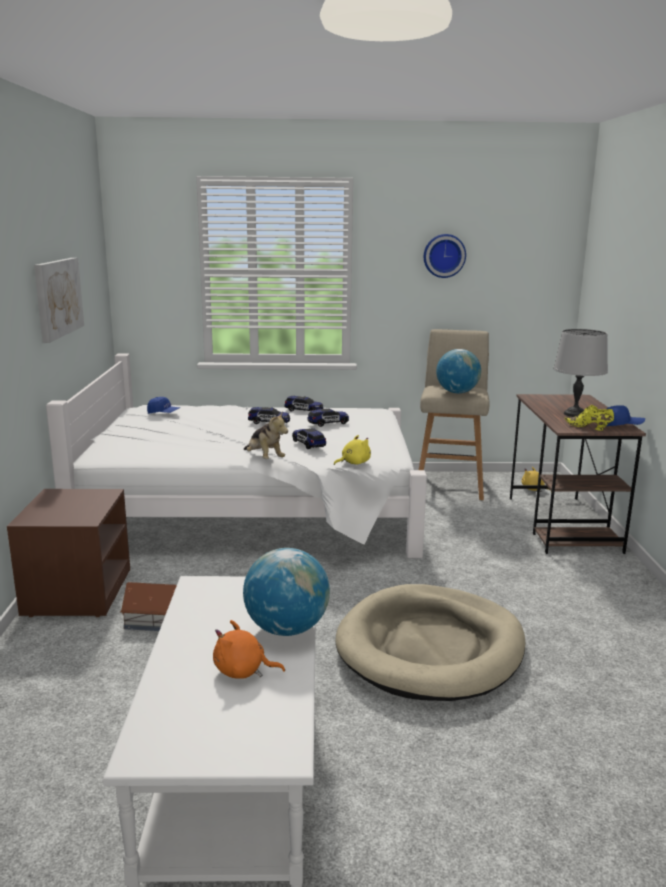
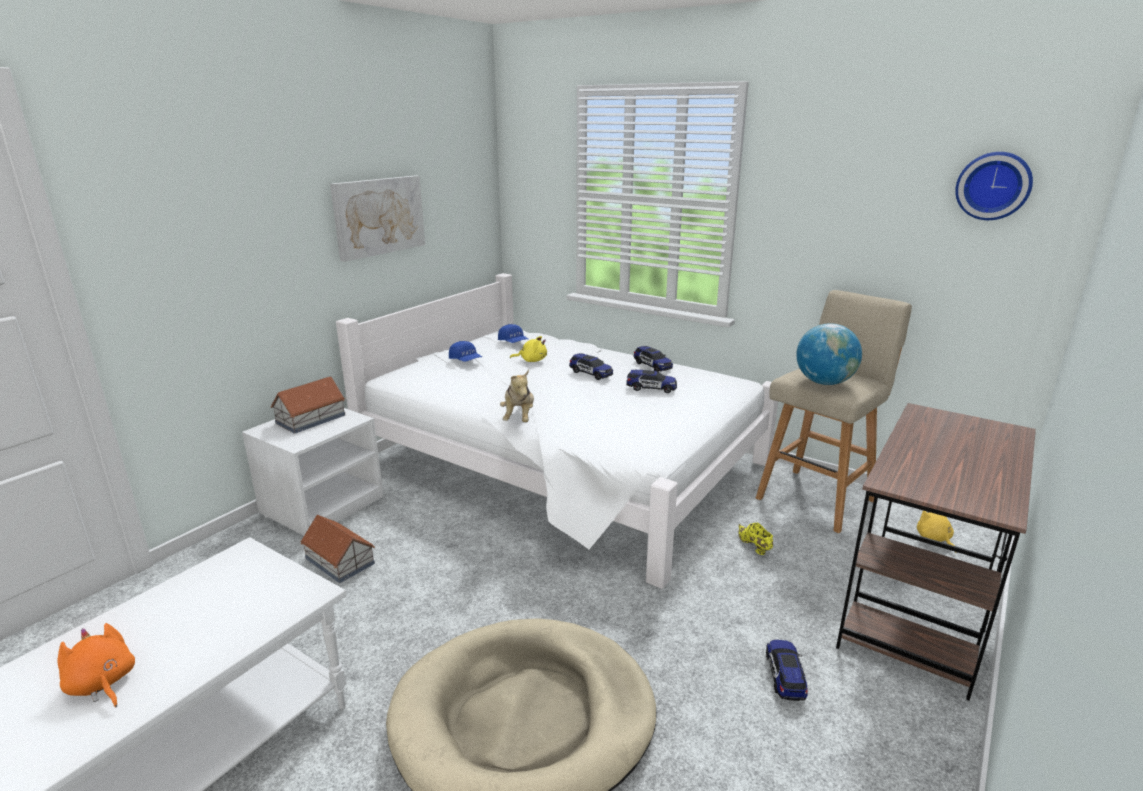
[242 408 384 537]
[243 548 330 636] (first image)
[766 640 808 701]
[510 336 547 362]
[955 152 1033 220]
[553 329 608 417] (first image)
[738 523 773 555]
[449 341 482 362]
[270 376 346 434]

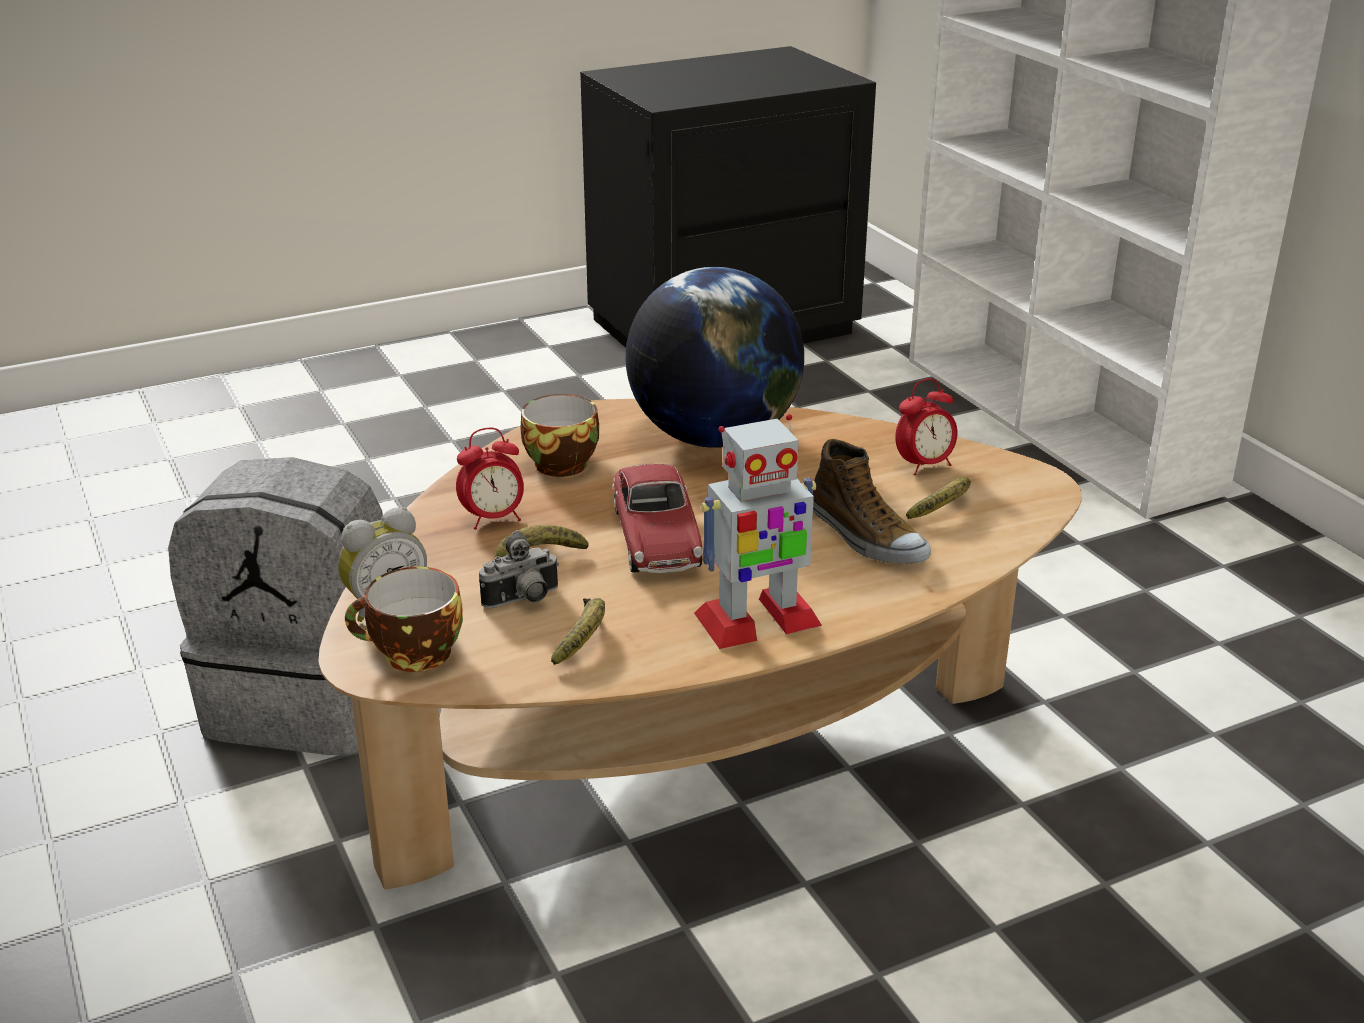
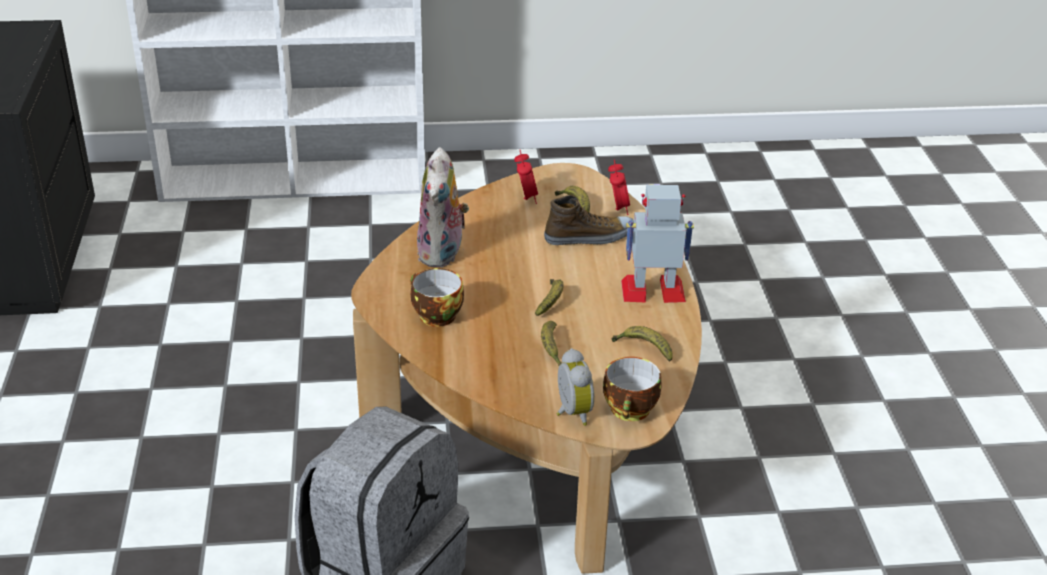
[608 159 630 215]
[479 531 559 608] (first image)
[535 279 563 316]
[417 147 469 268]
[621 185 694 303]

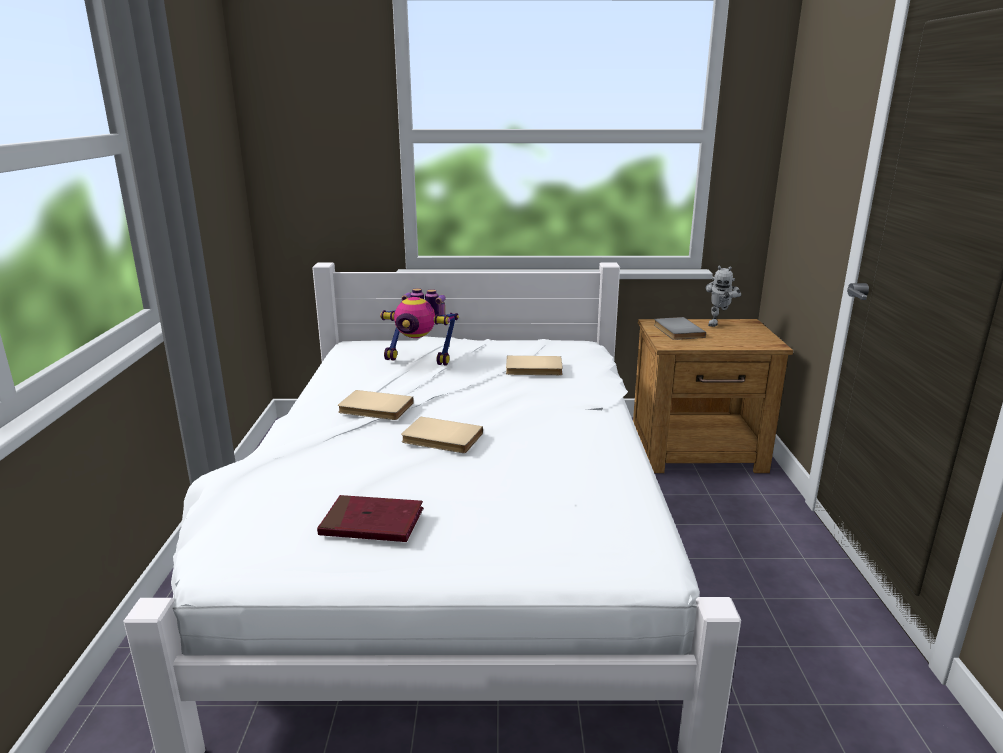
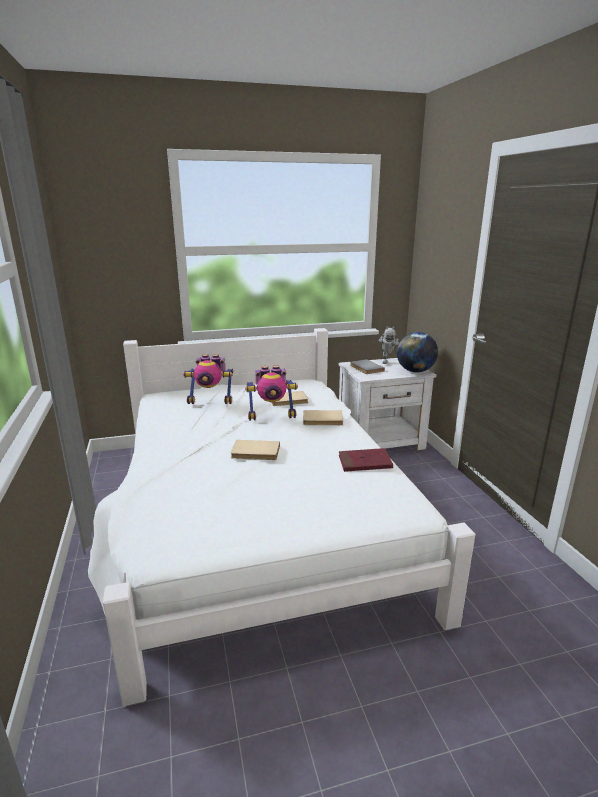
[339 448 393 472]
[303 410 343 425]
[339 358 437 450]
[245 365 298 421]
[397 332 438 373]

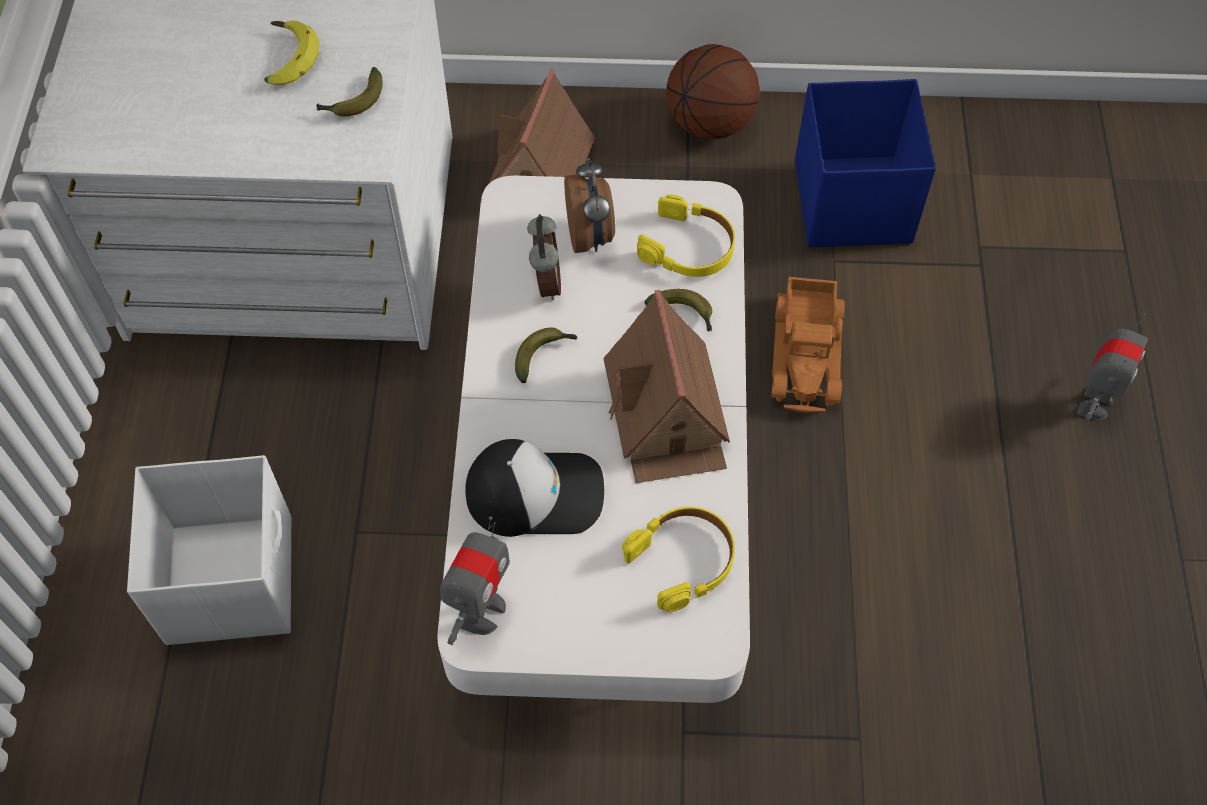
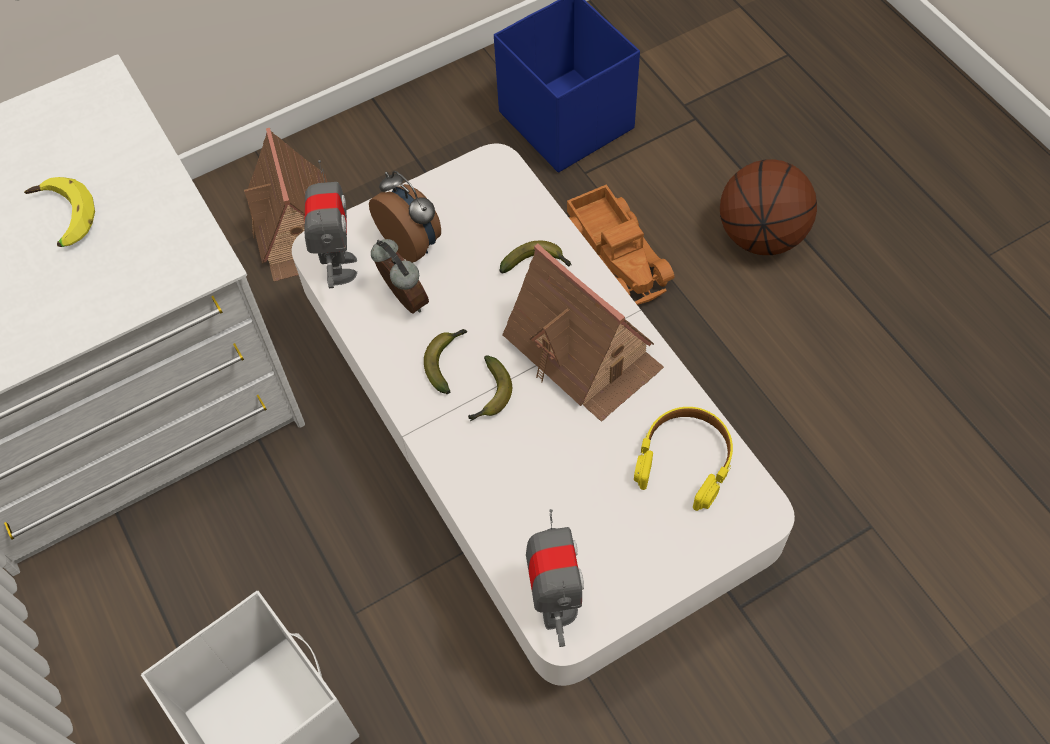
[468 355 512 421]
[465 439 604 537] (first image)
[637 195 735 277] (first image)
[720 159 817 255]
[305 160 357 288]

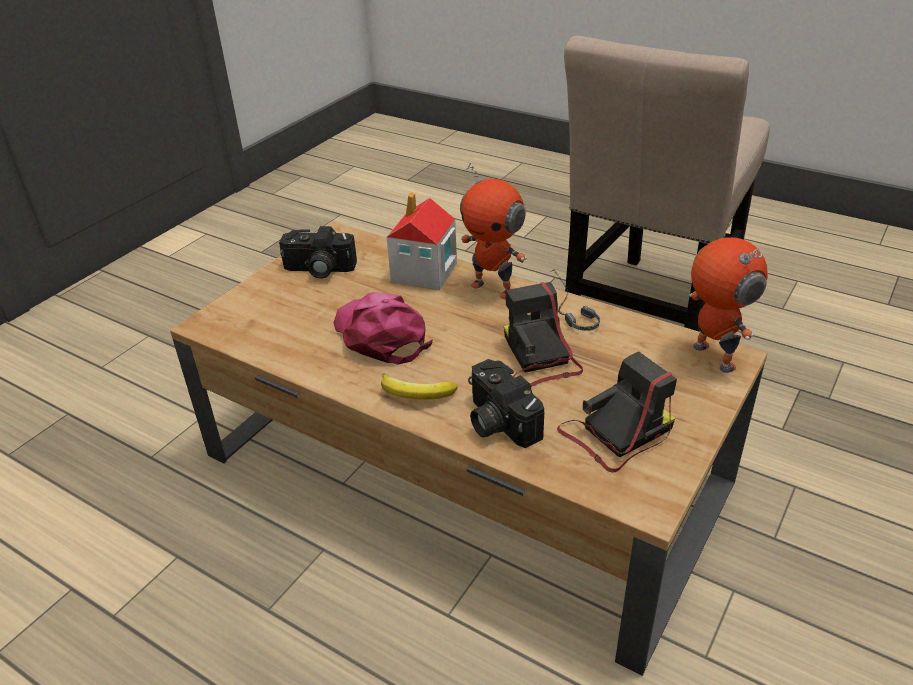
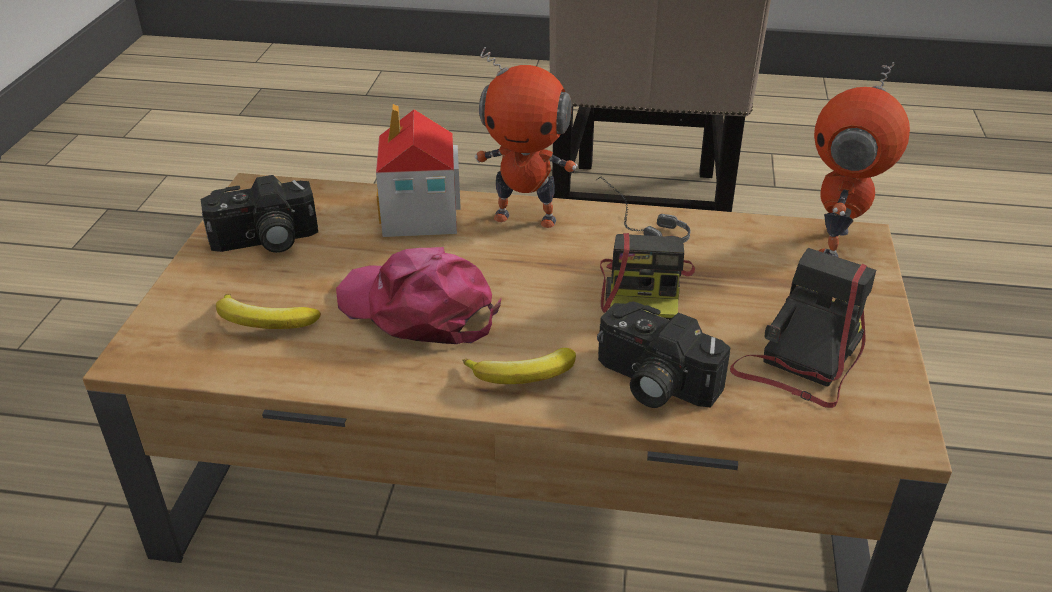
[600 233 695 320]
[814 62 910 258]
[216 293 321 329]

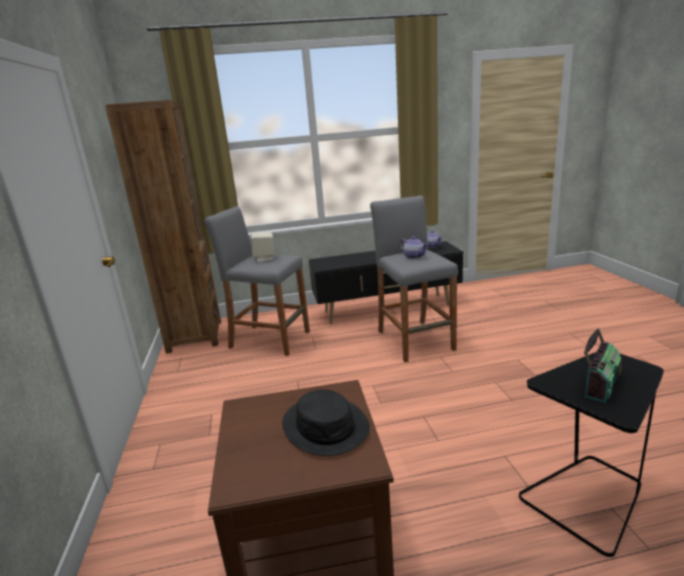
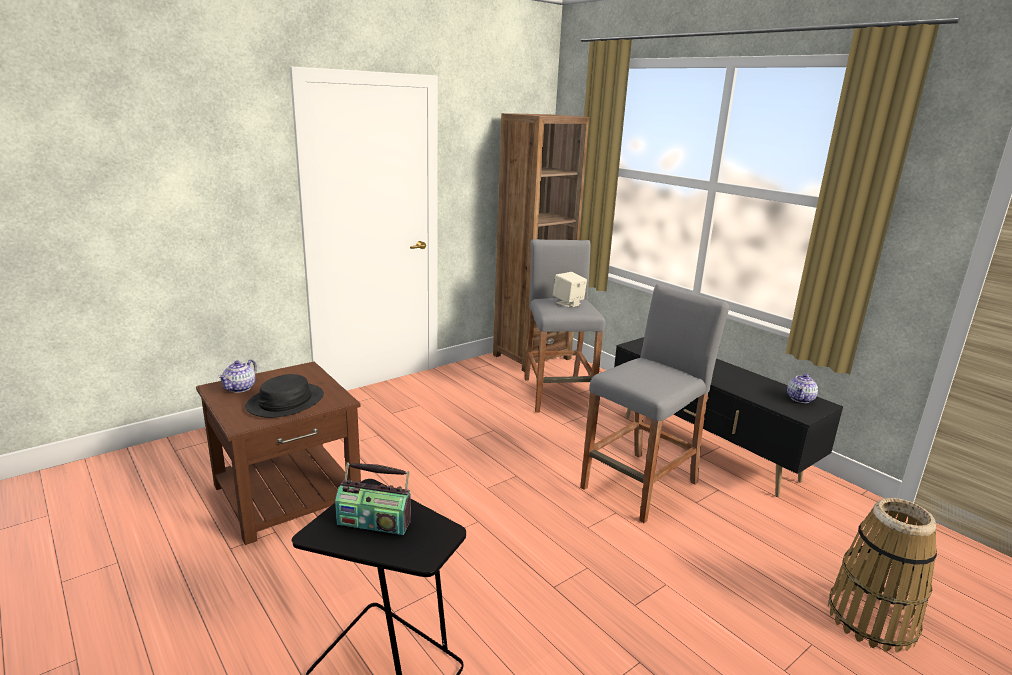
[218 359 257 393]
[828 498 937 653]

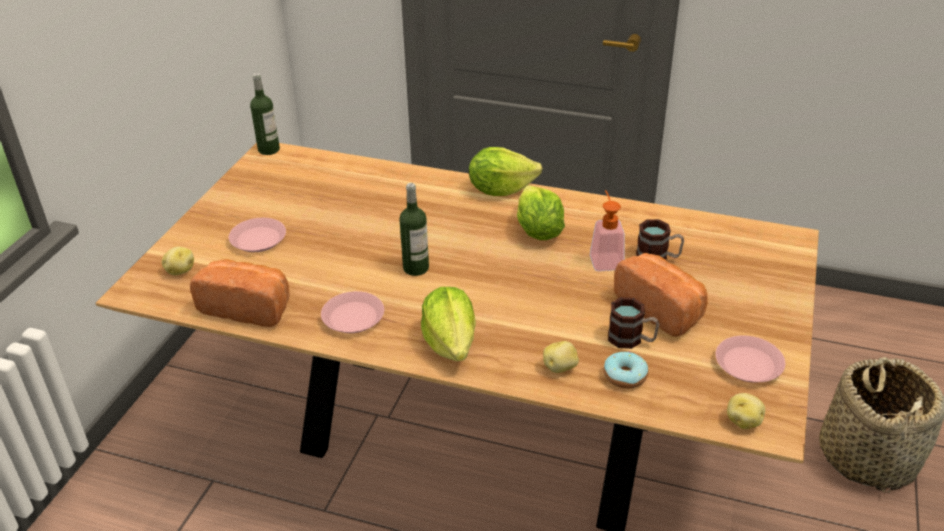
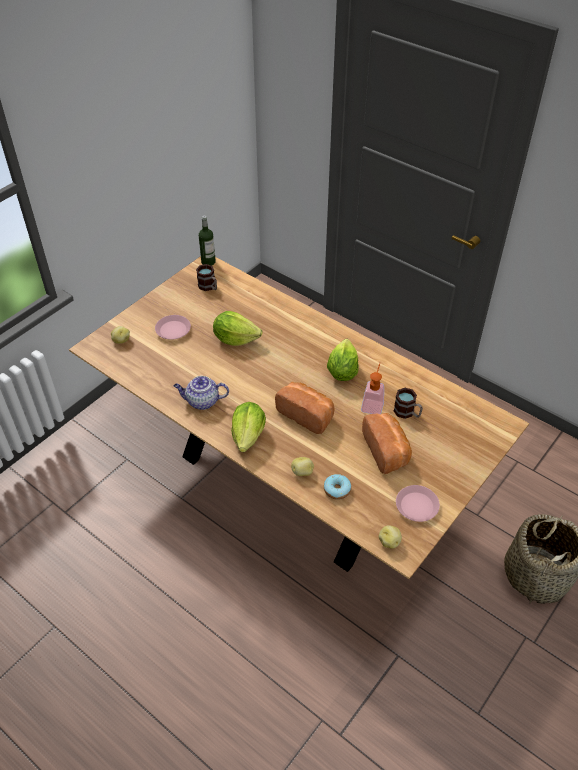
[275 382 334 434]
[174 376 229 410]
[399 183 429 276] (first image)
[213 311 262 346]
[196 264 217 291]

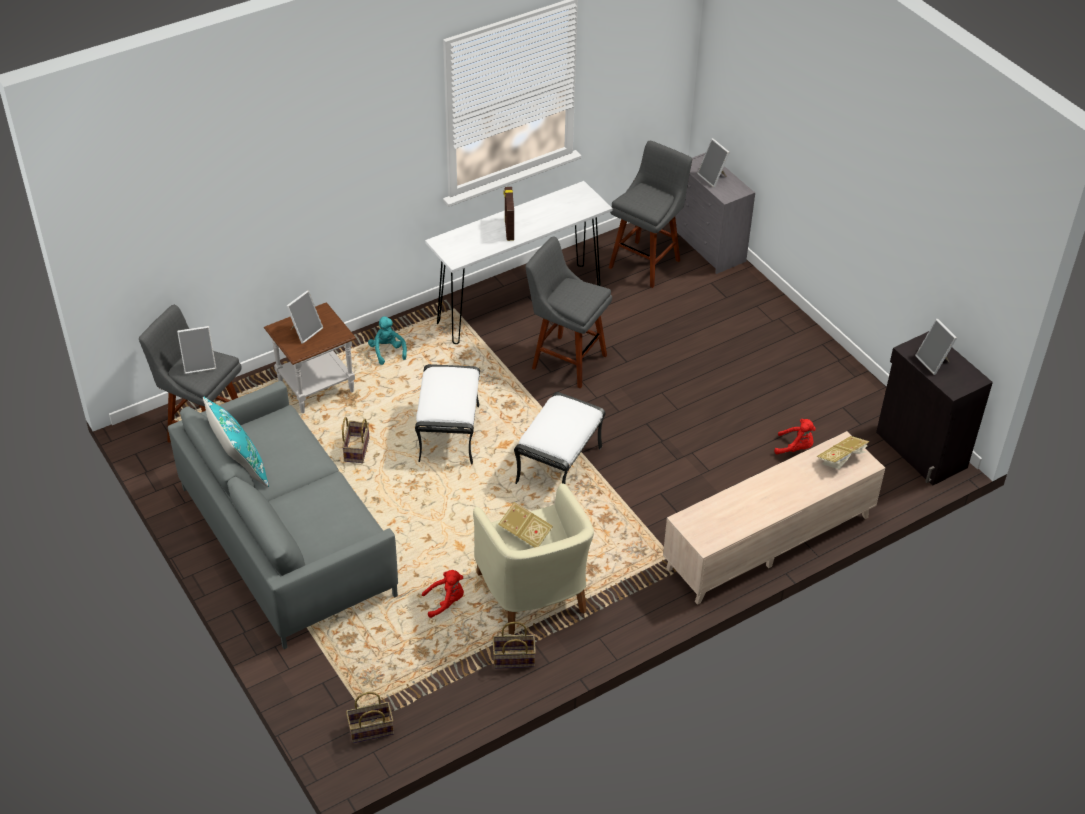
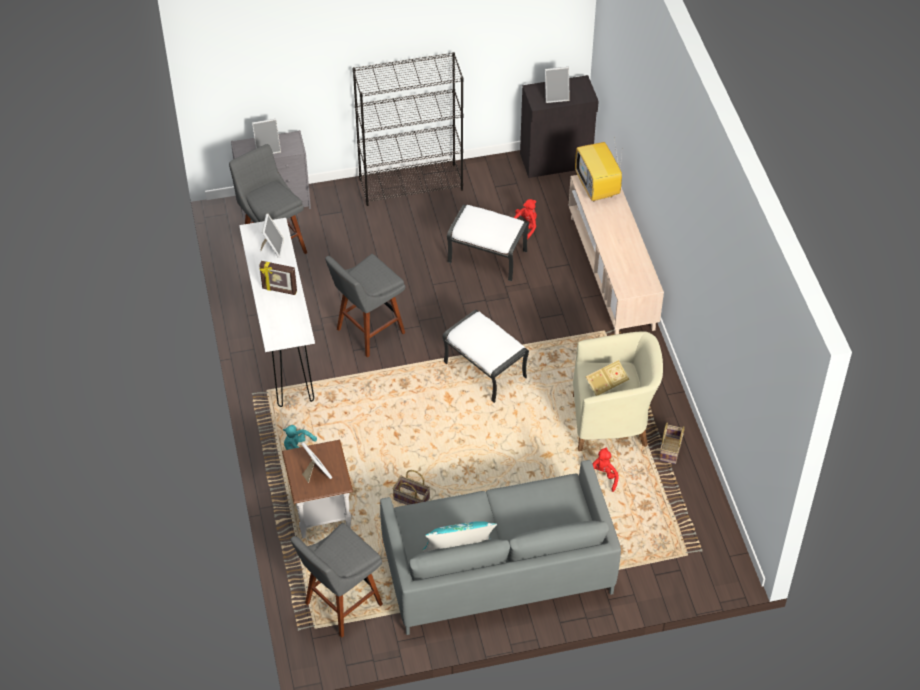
[260 214 284 258]
[346 692 394 743] (first image)
[447 204 529 281]
[575 139 622 201]
[353 52 463 206]

